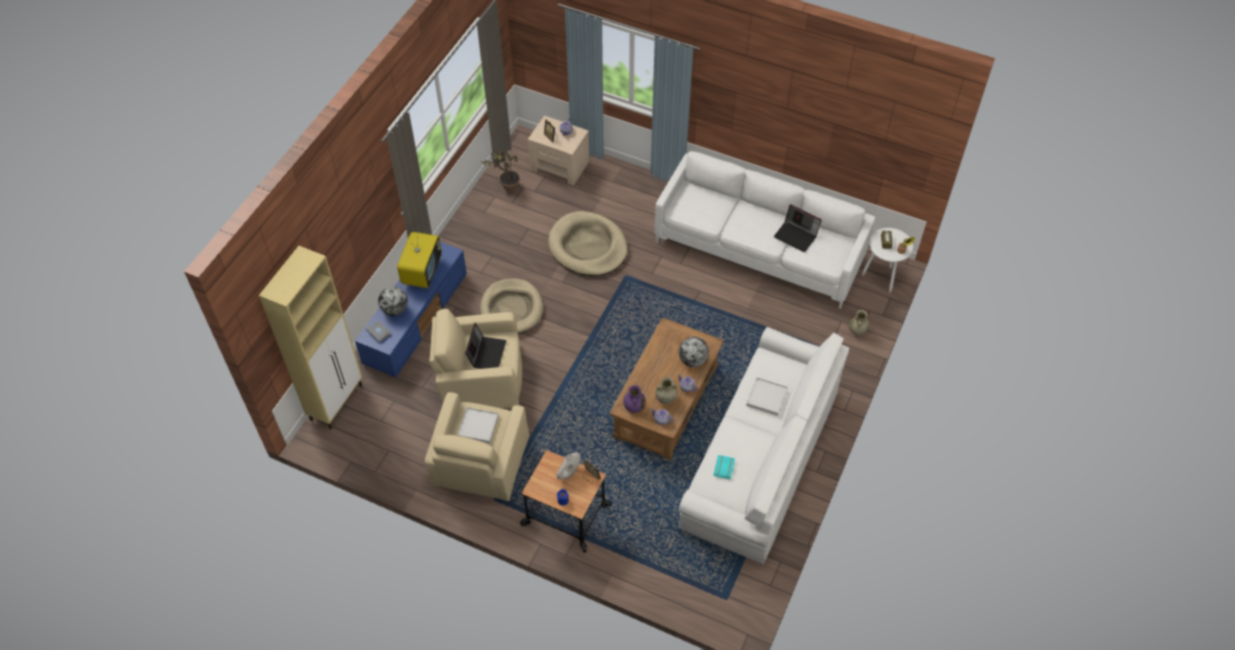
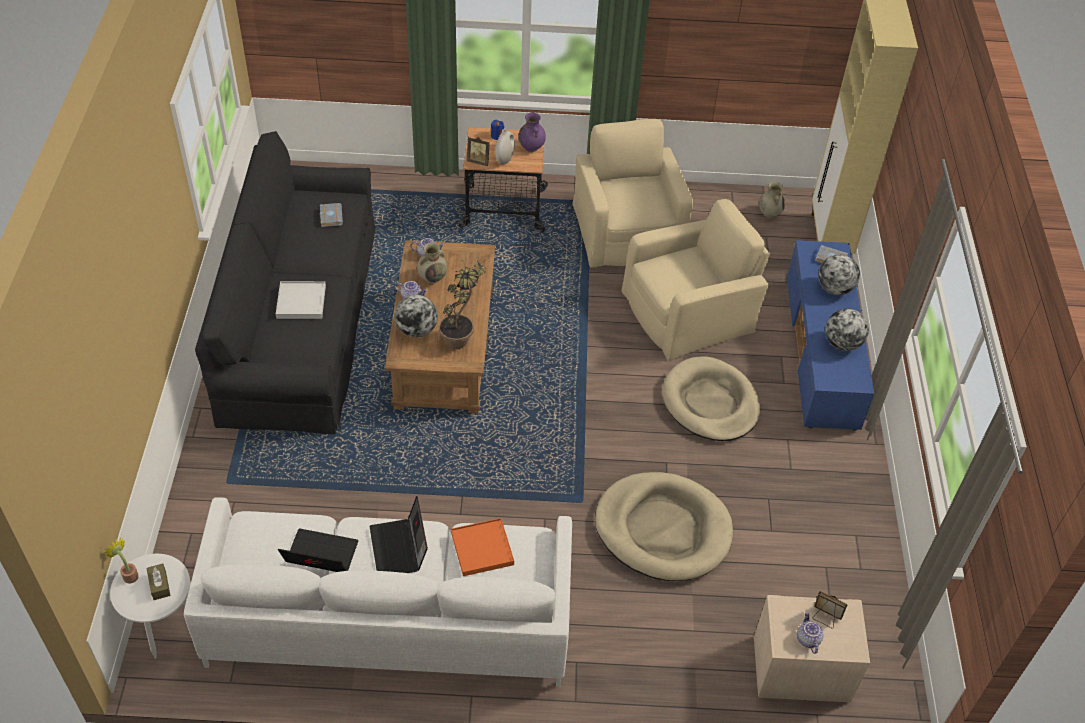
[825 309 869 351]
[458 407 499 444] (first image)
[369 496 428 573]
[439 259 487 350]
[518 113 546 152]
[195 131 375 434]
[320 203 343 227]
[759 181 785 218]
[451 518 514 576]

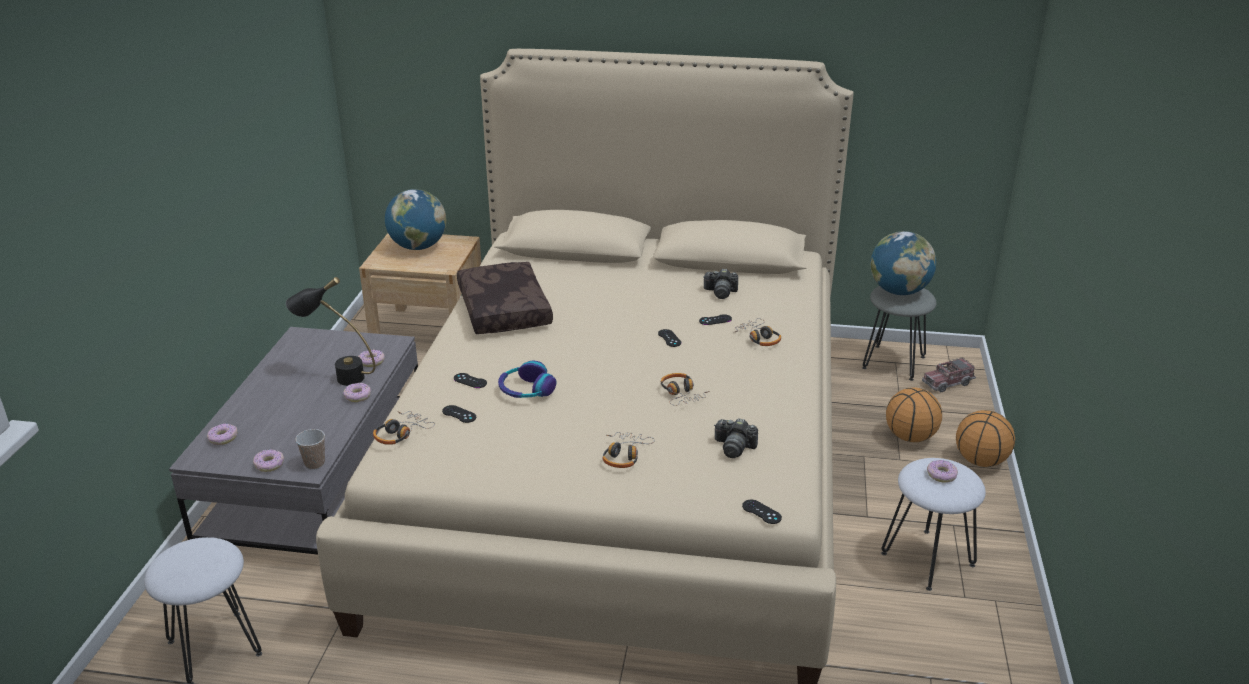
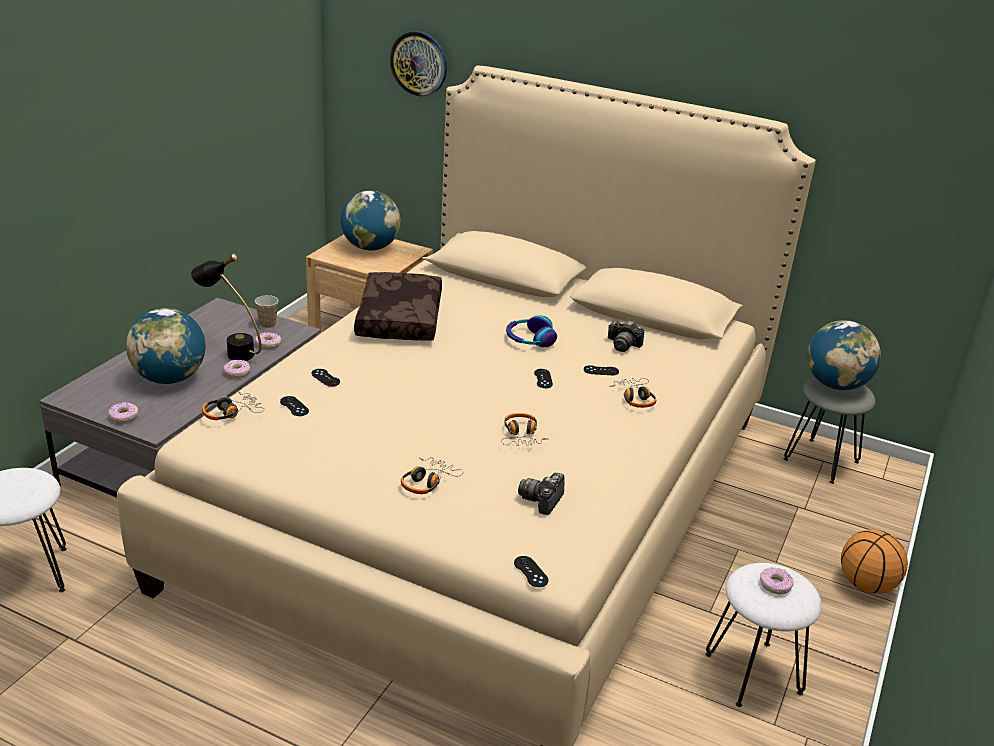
[207 424 237 445] (first image)
[255 295 279 328]
[506 316 557 347]
[518 473 565 515]
[886 388 942 442] (first image)
[922 357 976 393] (first image)
[126 308 206 384]
[390 31 447 96]

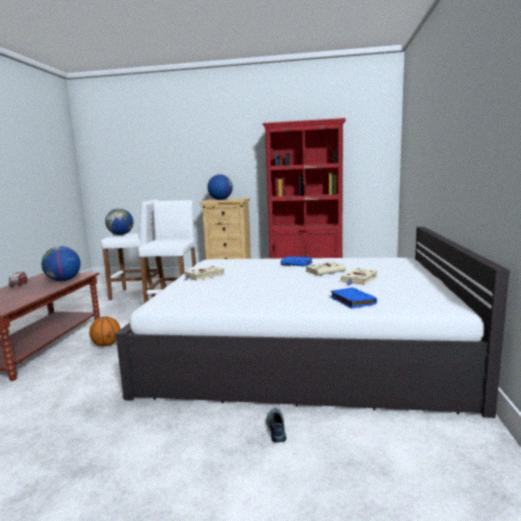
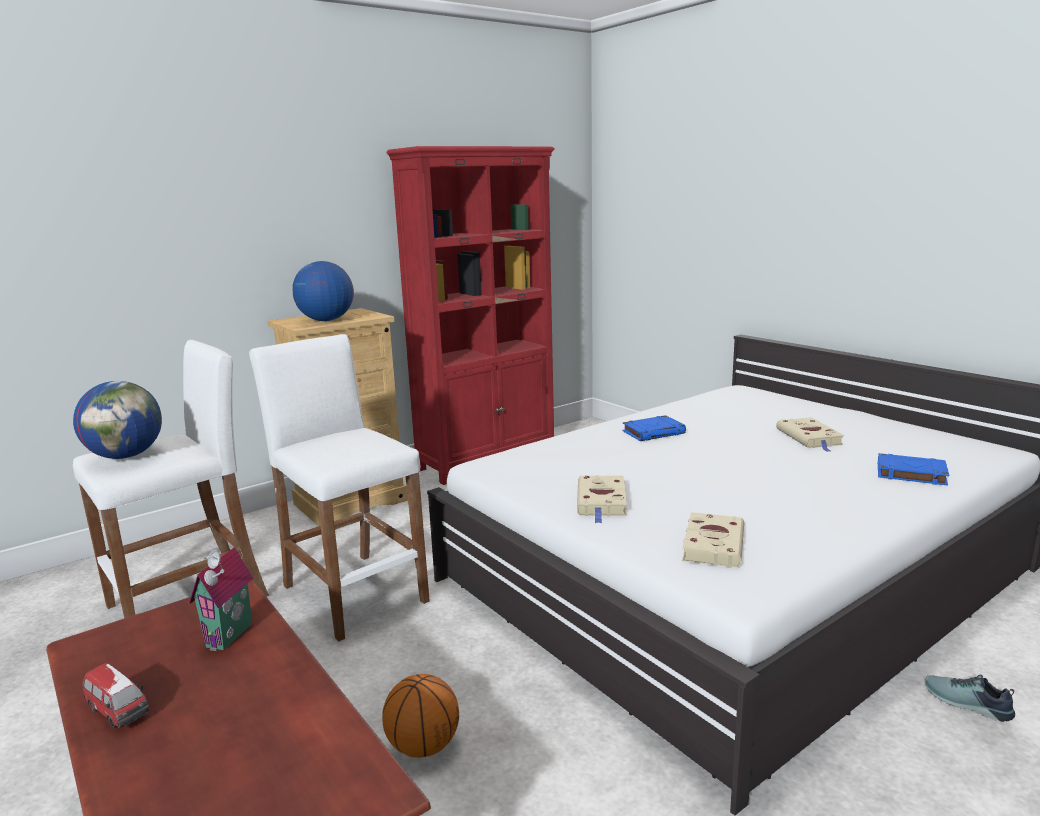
[189 547 253 651]
[682 512 744 568]

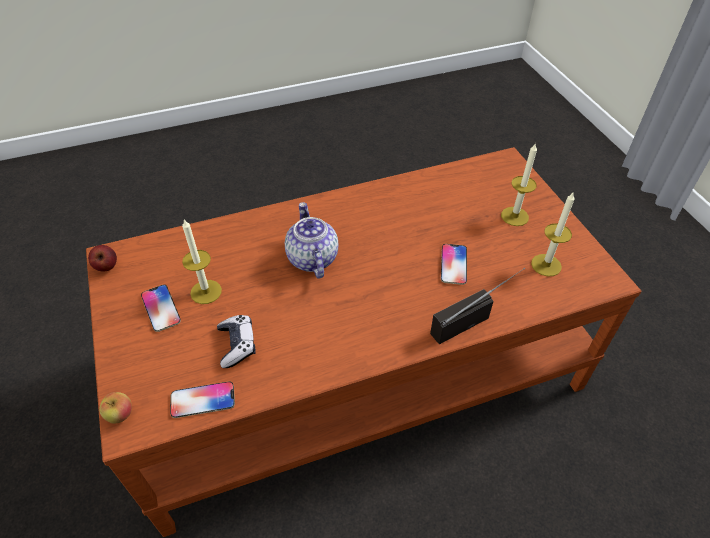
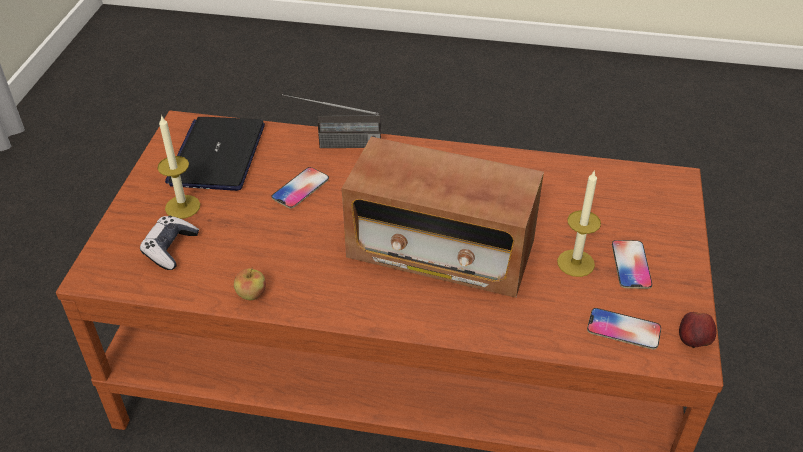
[234 268 266 300]
[587 308 661 349]
[140 216 199 270]
[342 137 544 298]
[165 117 265 191]

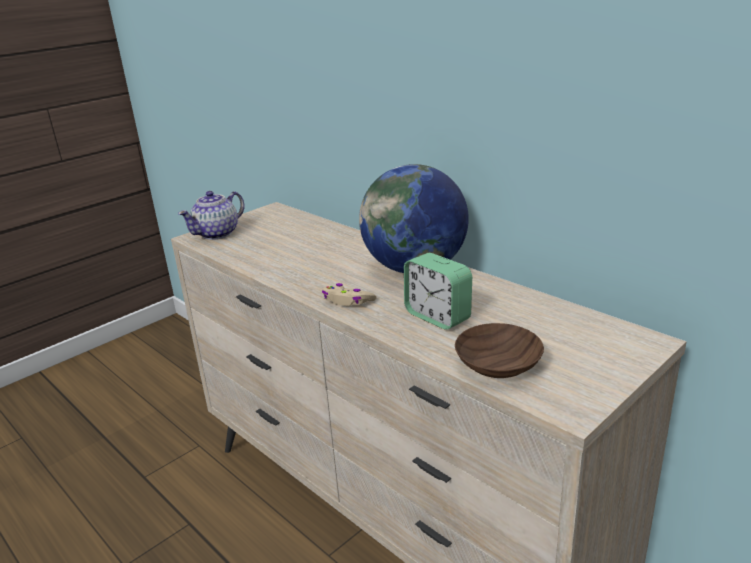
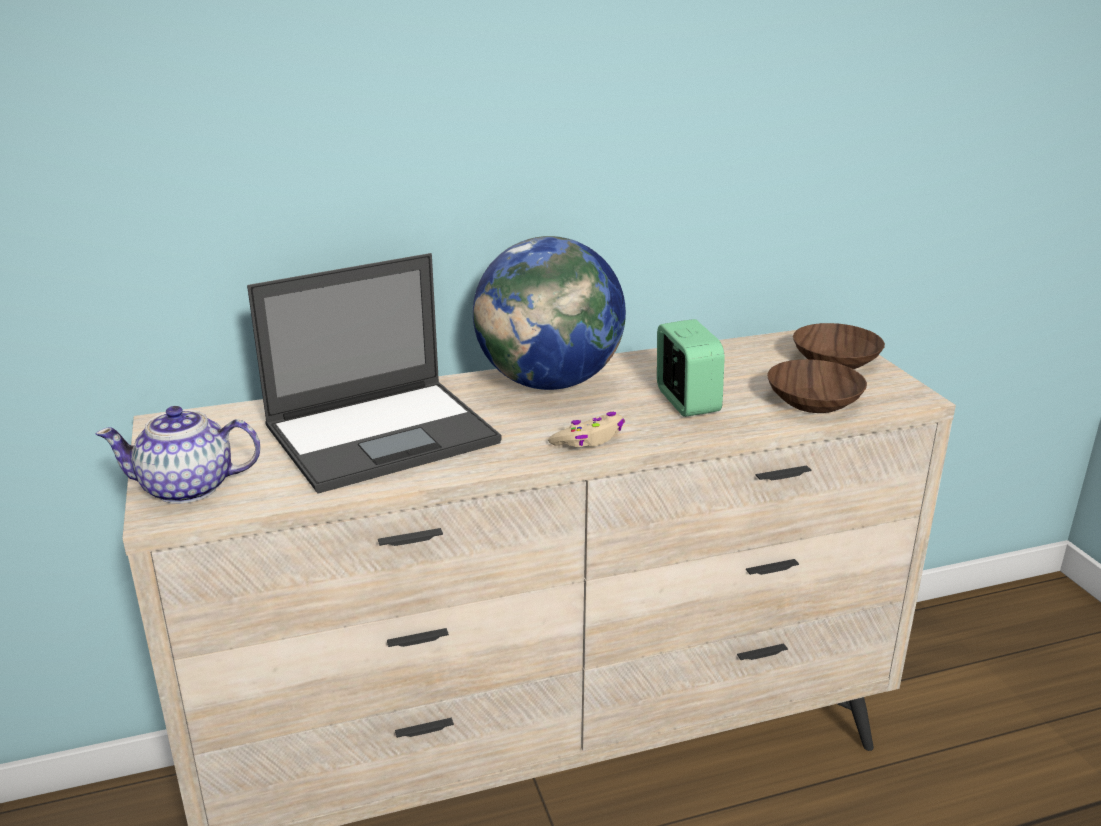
[95 406 261 504]
[657 319 725 417]
[247 253 502 494]
[793 323 885 369]

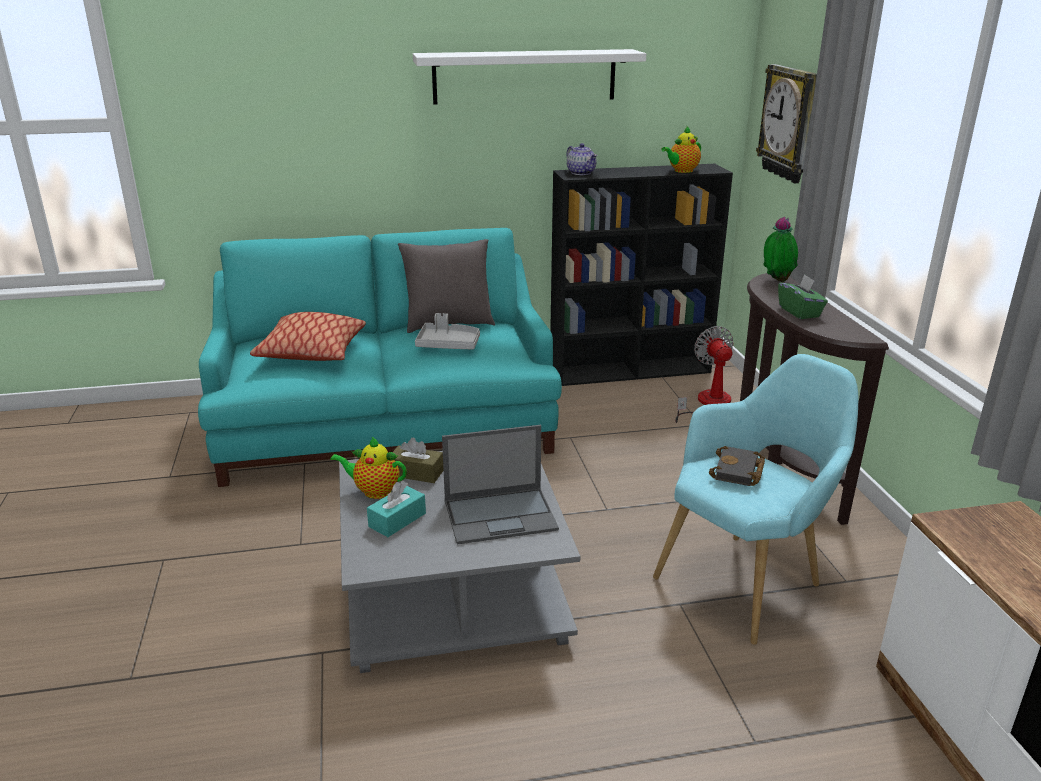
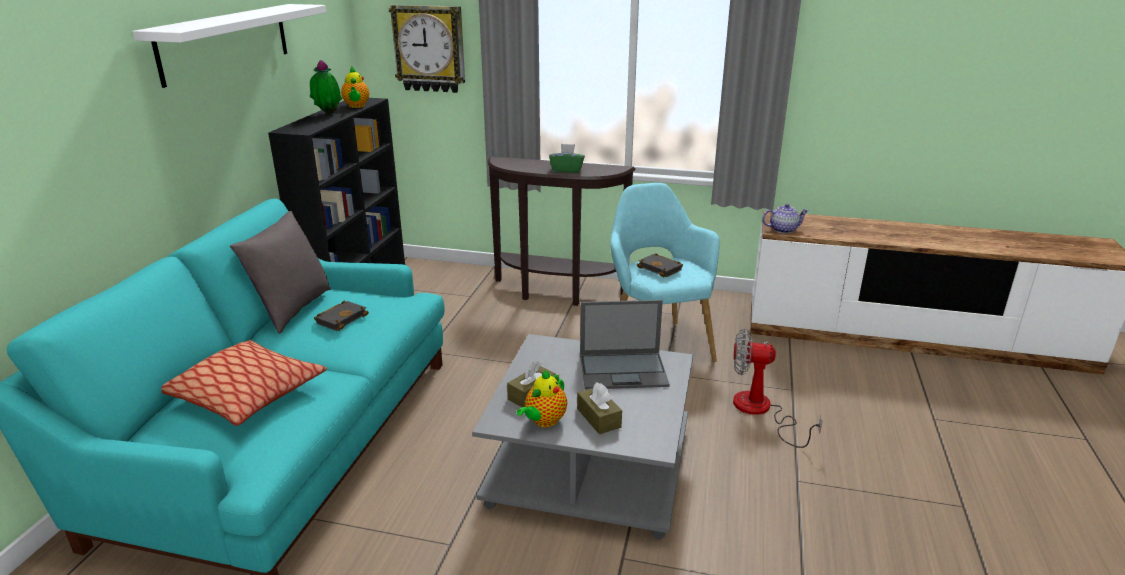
[577 382 622 434]
[314 301 369 331]
[580 300 670 390]
[762 204 809 234]
[733 329 822 448]
[310 60 342 114]

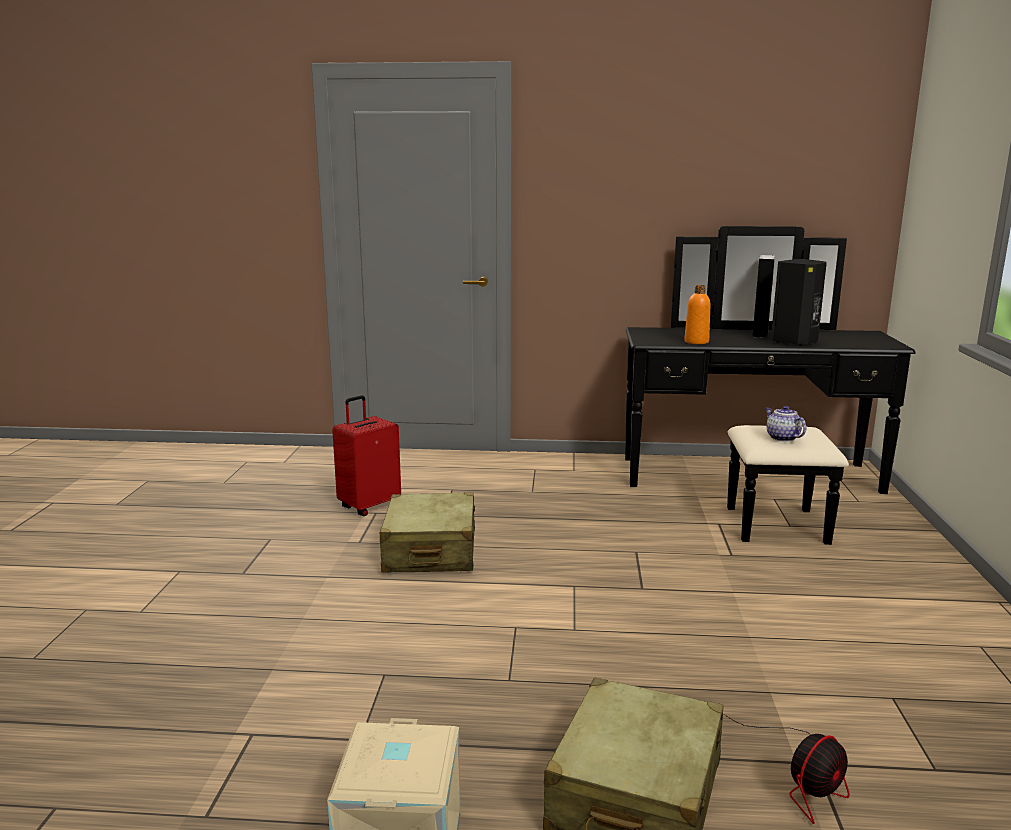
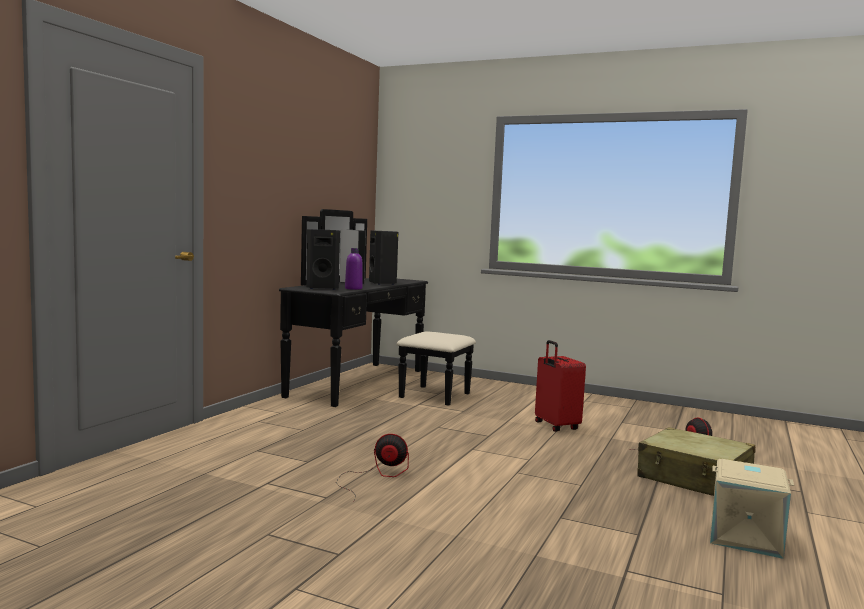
[535 340 586 432]
[336 434 409 501]
[345 248 363 290]
[765 406 807 442] (first image)
[306 229 340 290]

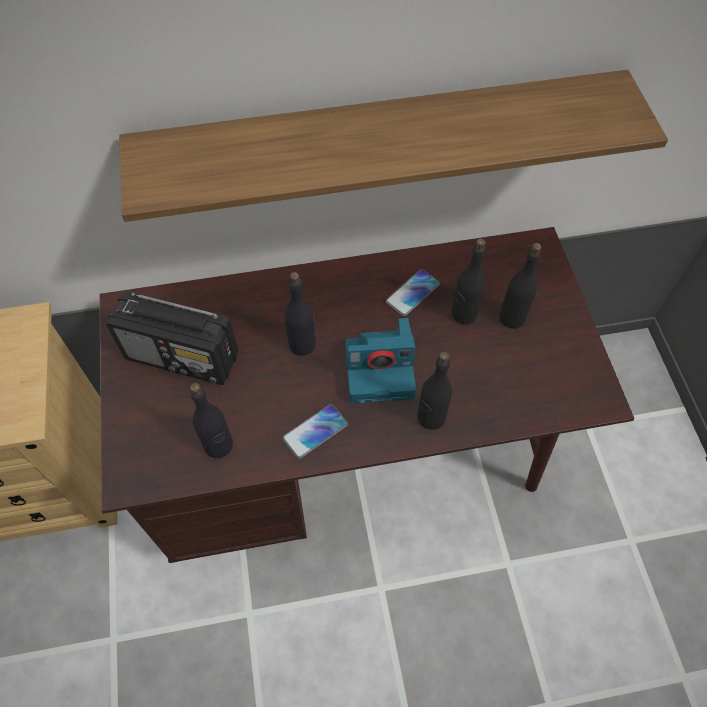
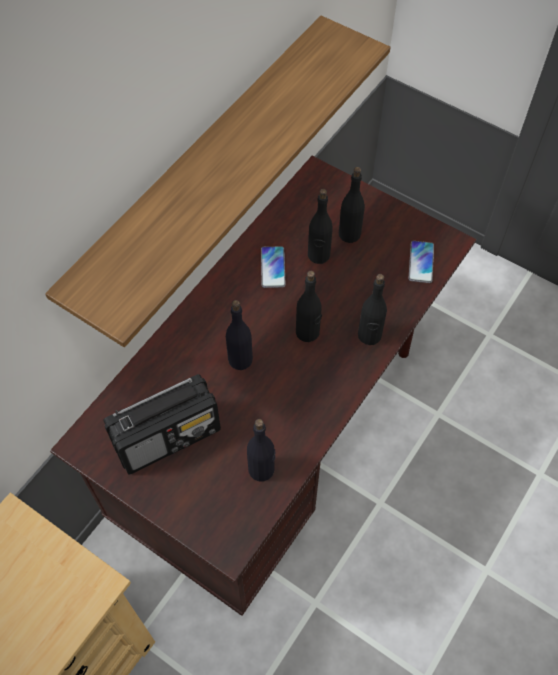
[408 241 434 283]
[296 271 322 342]

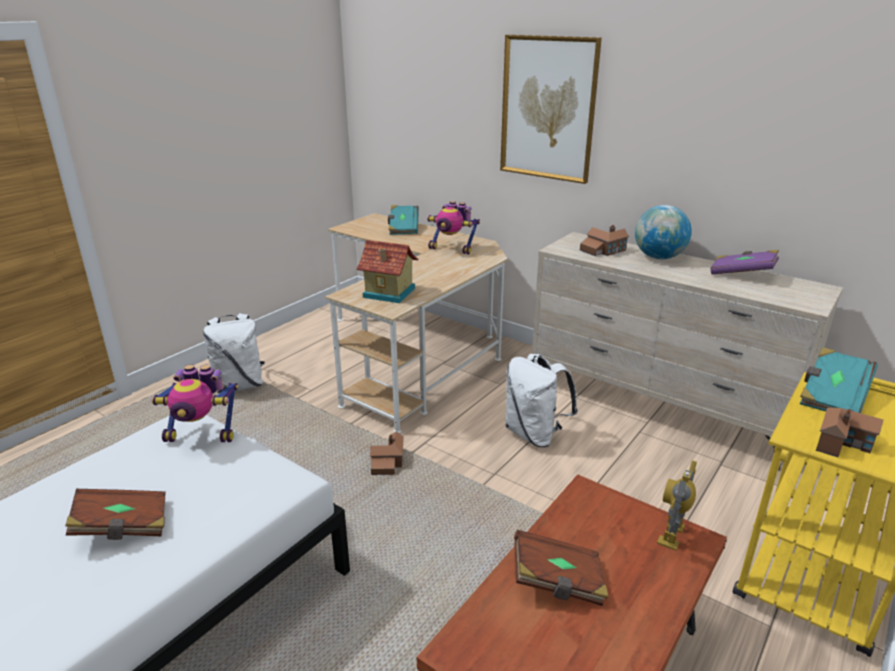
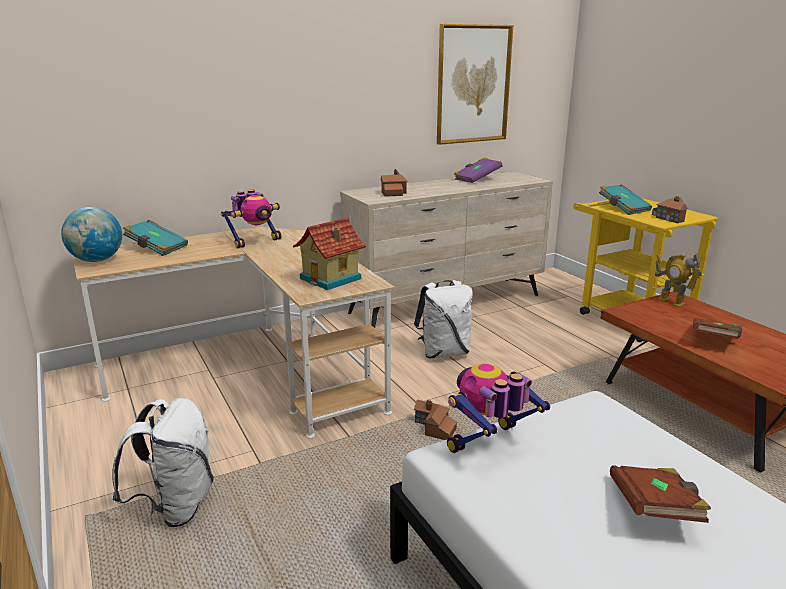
[447 364 550 453]
[437 24 513 145]
[61 207 122 262]

